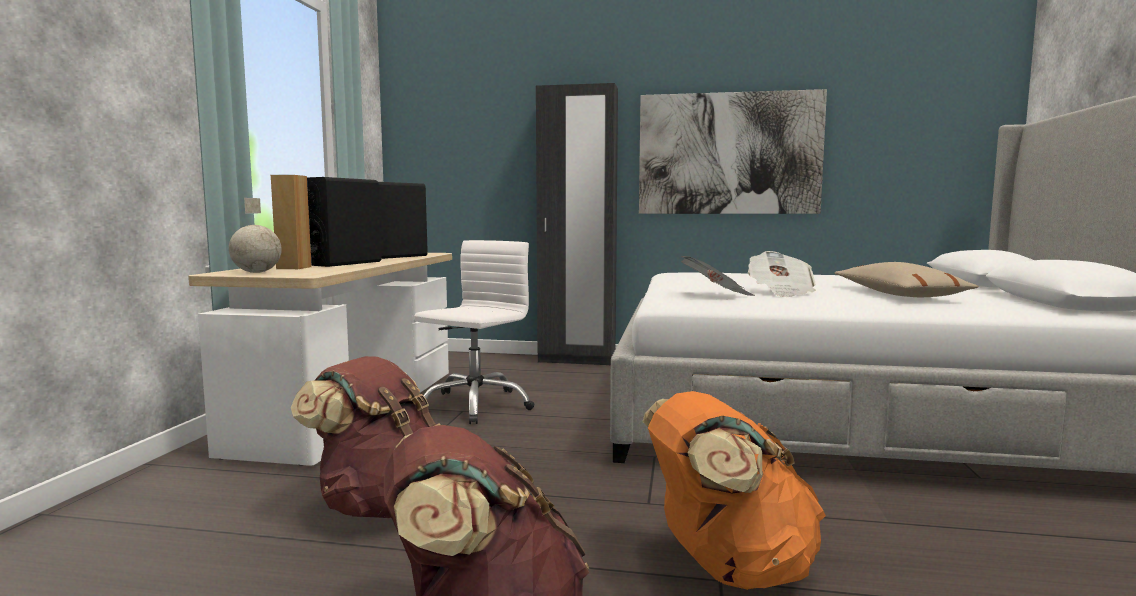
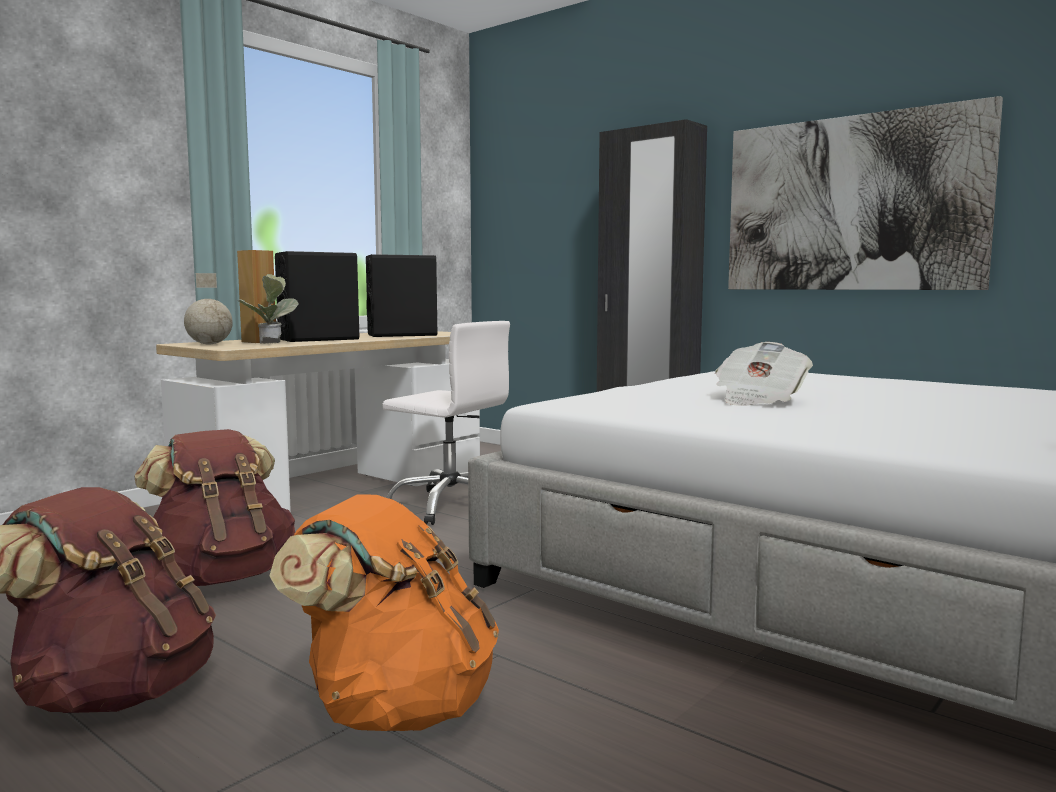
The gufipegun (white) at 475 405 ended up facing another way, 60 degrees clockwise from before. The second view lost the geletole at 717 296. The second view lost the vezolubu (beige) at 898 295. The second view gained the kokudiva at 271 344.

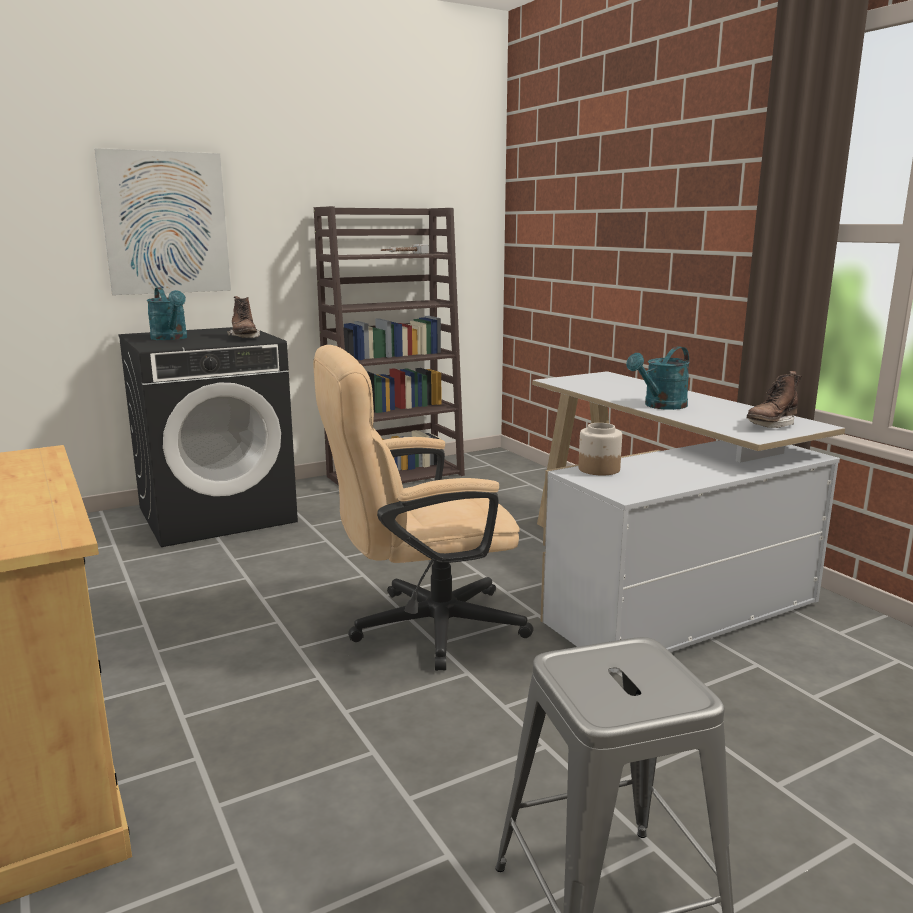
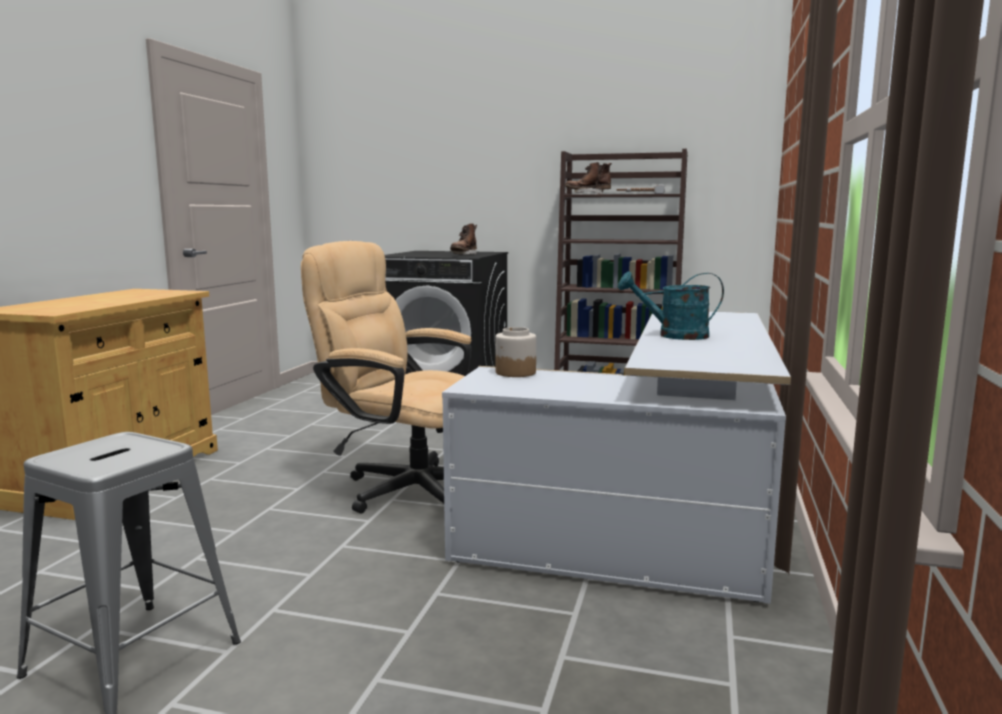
The second view lost the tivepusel at 166 223. The second view lost the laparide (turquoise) at 171 338. The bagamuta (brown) ended up elsewhere, having gone from 771 425 to 587 194.

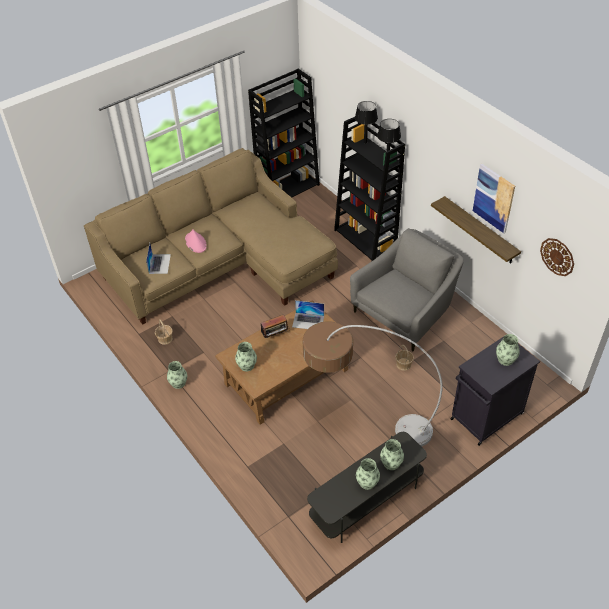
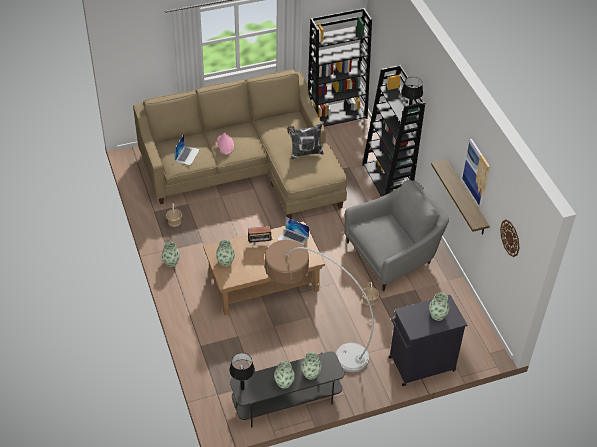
The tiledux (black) ended up elsewhere, having gone from 365 142 to 242 388. The second view gained the vezolubu at 305 153.

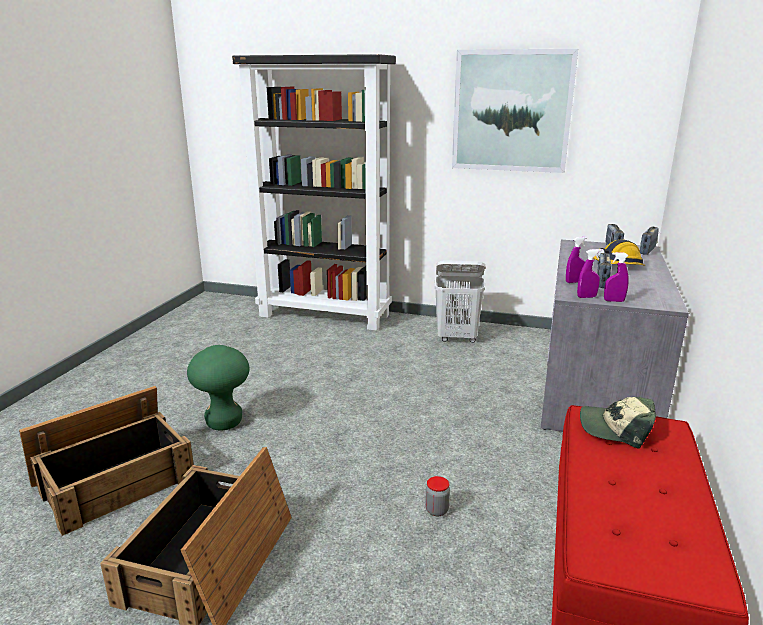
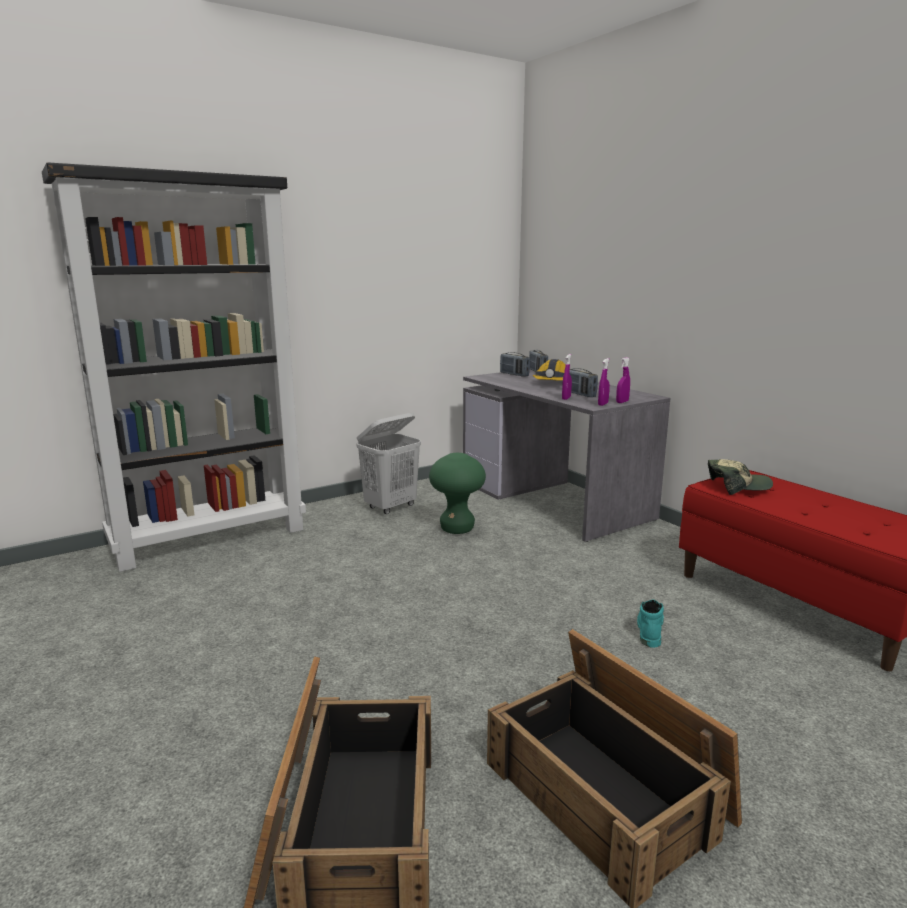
The second view lost the tivepusel at 511 111. The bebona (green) ended up elsewhere, having gone from 224 423 to 457 529. The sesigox at 615 428 ended up facing another way, 150 degrees counterclockwise from before. Where the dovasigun stood at 436 510, the bagamuta (turquoise) came to stand at 649 629.

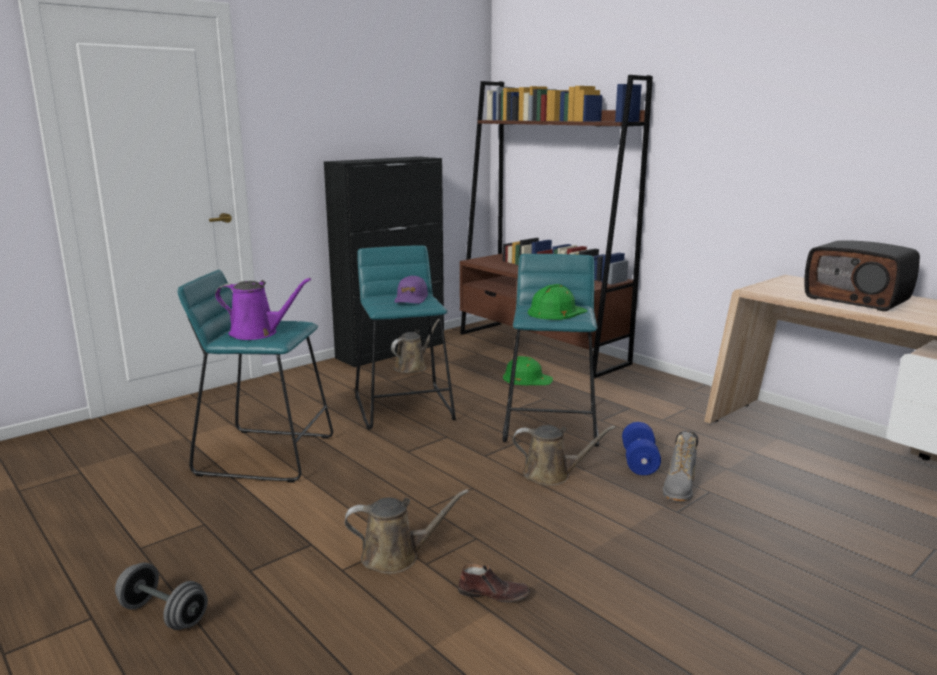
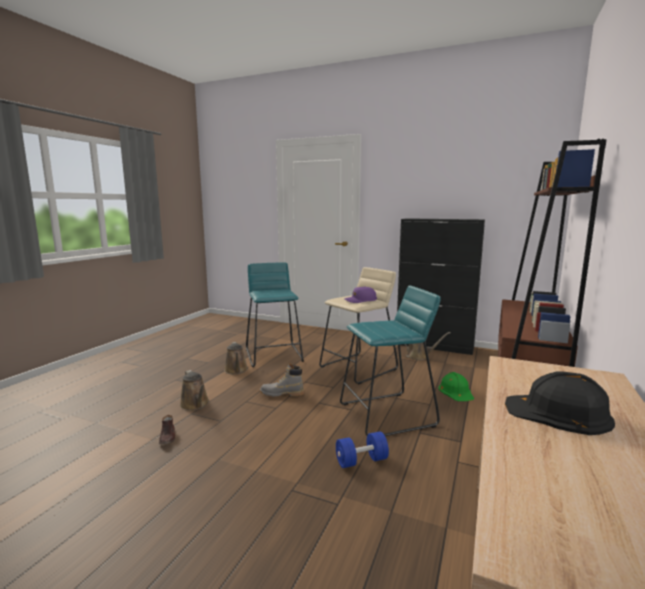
Where the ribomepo stood at 857 299, the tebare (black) came to stand at 558 413. What was the bebona (turquoise) at 405 407 turned into the bebona (beige) at 358 368. The second view lost the laparide (purple) at 258 333. The second view lost the tebare (green) at 556 312. The laparide (brown) ended up elsewhere, having gone from 551 475 to 236 370. The bagamuta (grey) ended up elsewhere, having gone from 679 489 to 282 394. The second view lost the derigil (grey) at 164 614.

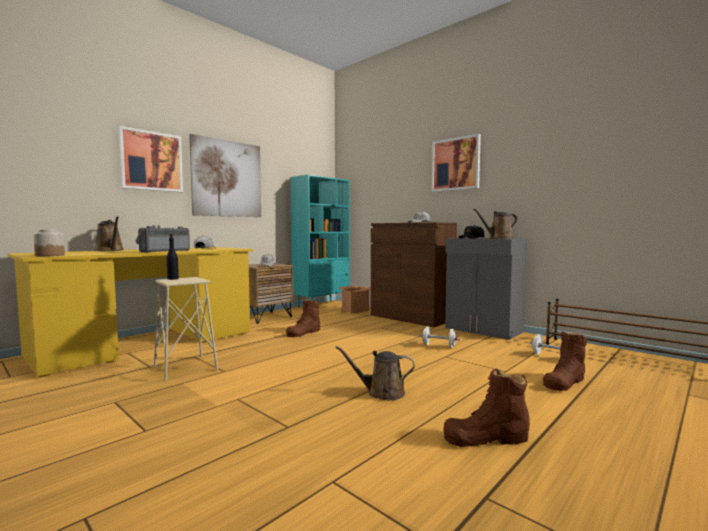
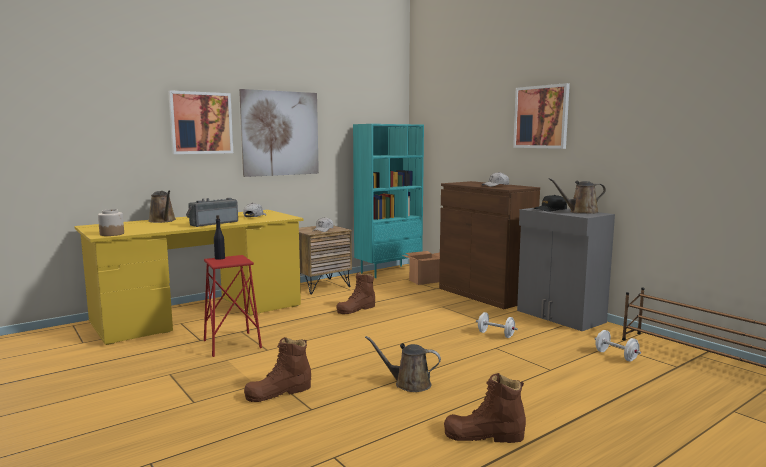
What was the bebona (beige) at 185 368 turned into the bebona (red) at 231 344. The bagamuta (brown) ended up elsewhere, having gone from 564 382 to 278 392.

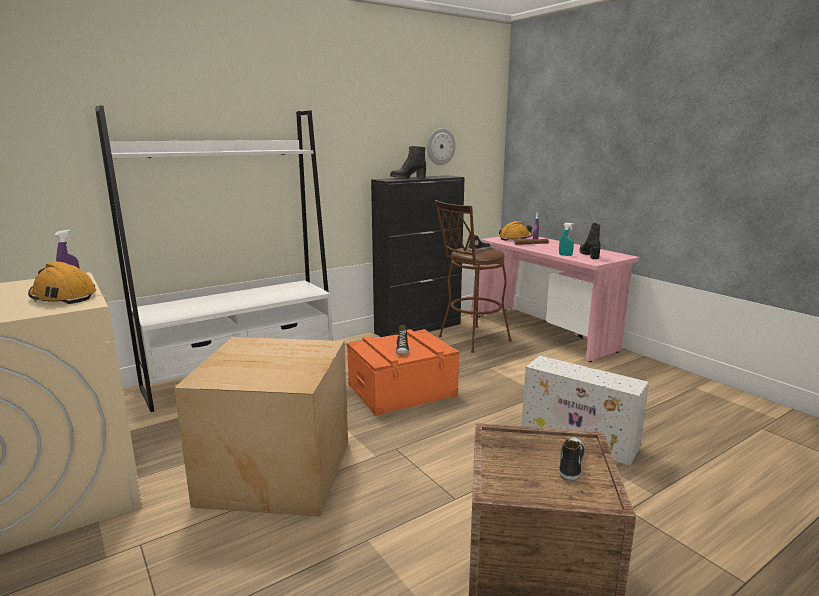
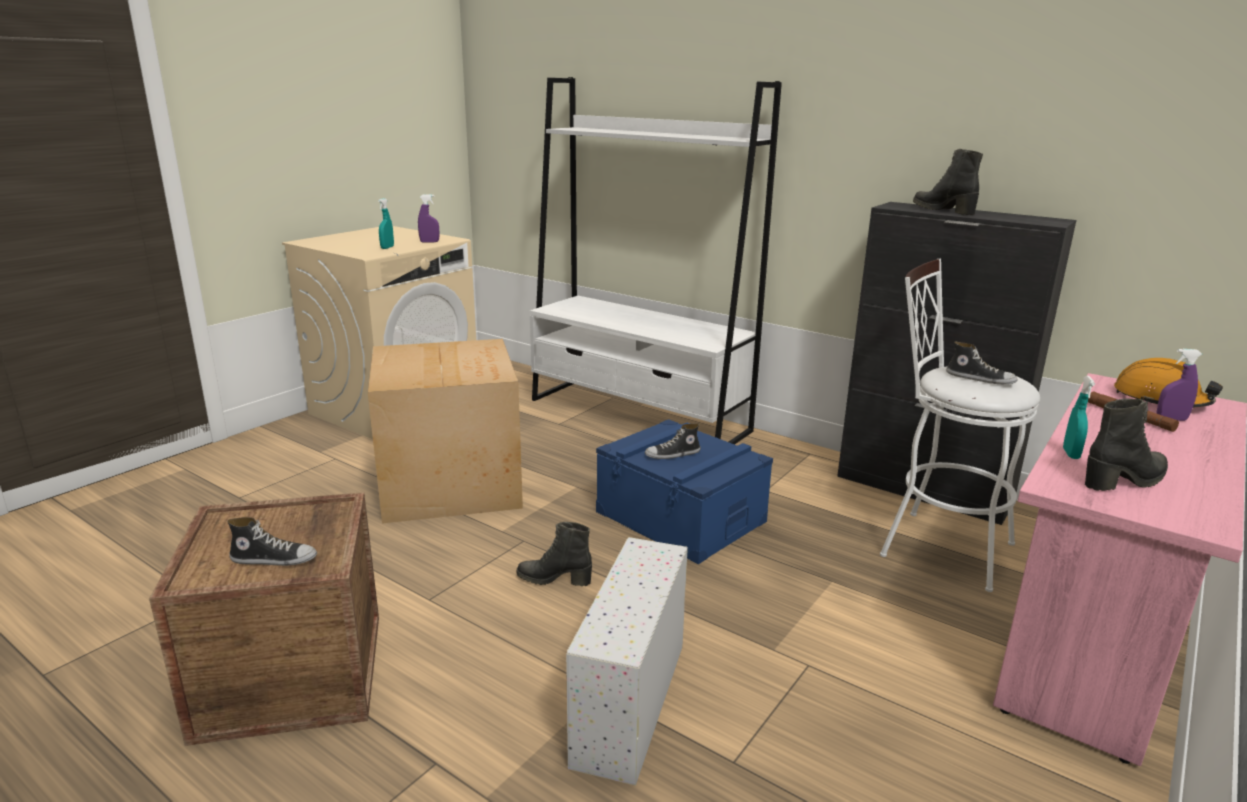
The second view lost the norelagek at 440 146. What was the bebona (brown) at 469 340 turned into the bebona (white) at 935 545. Where the tebare (orange) stood at 63 296, the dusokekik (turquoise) came to stand at 387 247. What was the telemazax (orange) at 402 390 turned into the telemazax (blue) at 681 516. The second view gained the bagamuta (black) at 554 579.

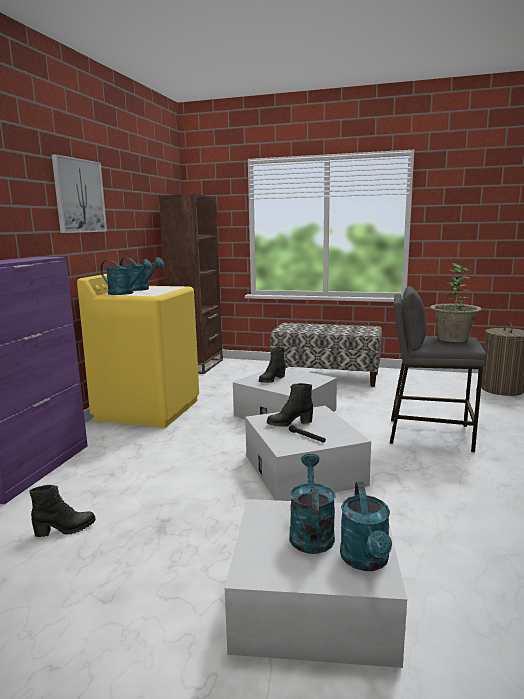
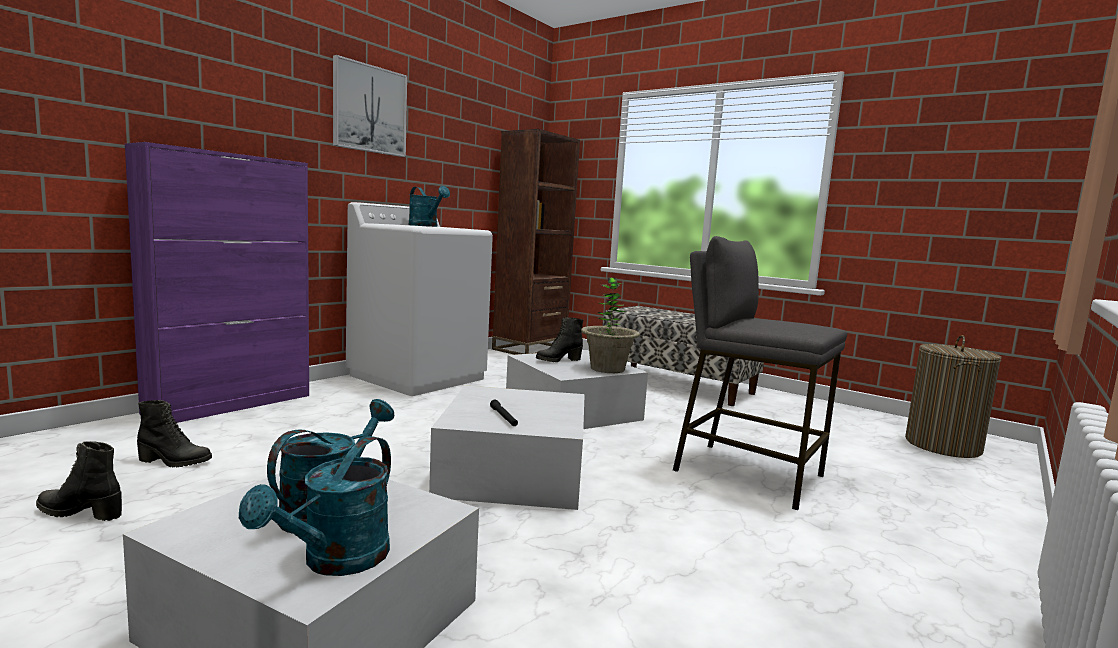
The second view lost the laparide (turquoise) at 125 293. The kokudiva ended up elsewhere, having gone from 453 339 to 607 369. What was the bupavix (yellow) at 148 409 turned into the bupavix (white) at 418 377. The bagamuta (black) ended up elsewhere, having gone from 289 423 to 81 512.

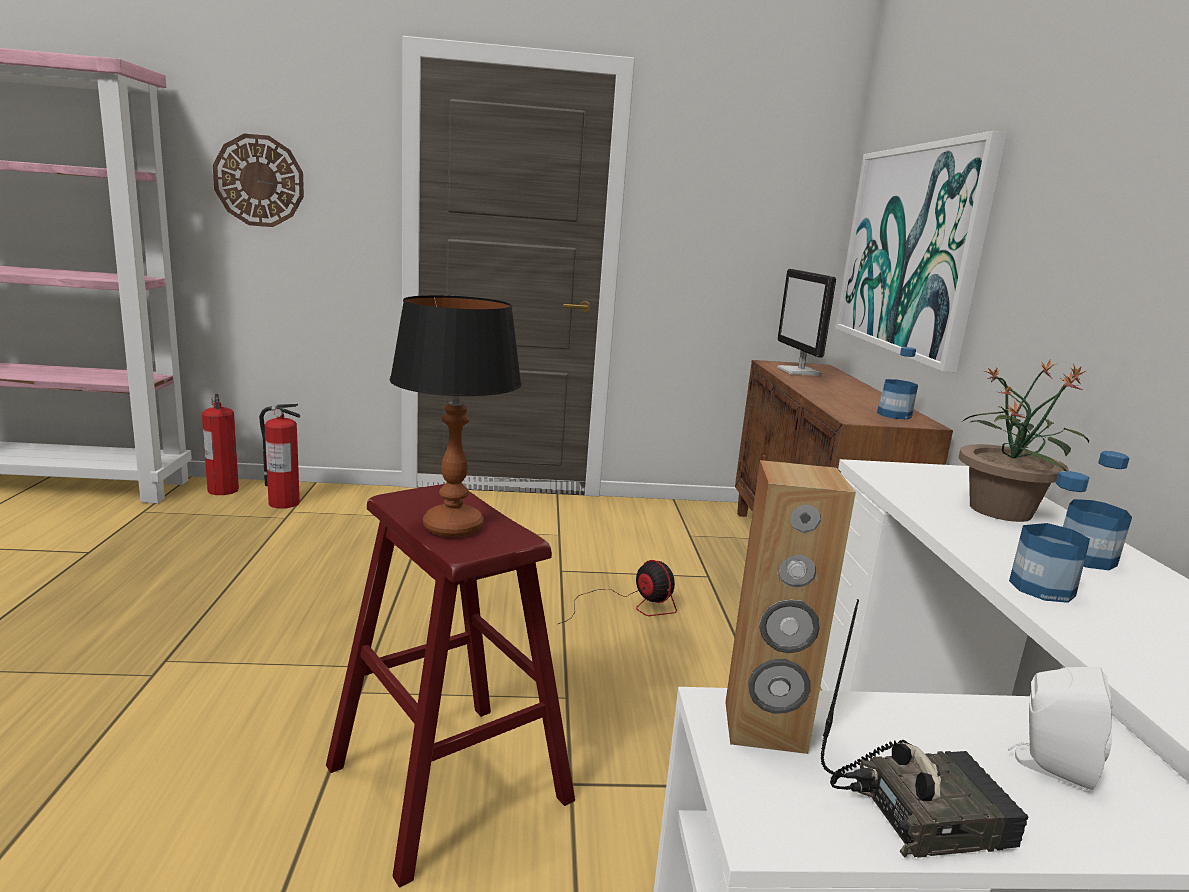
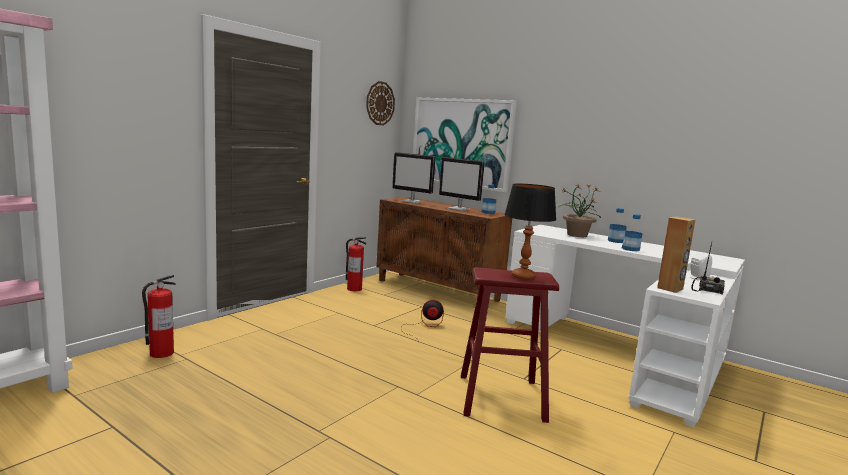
The norelagek ended up elsewhere, having gone from 259 181 to 380 103. The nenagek ended up elsewhere, having gone from 223 490 to 354 289. The second view gained the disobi at 459 209.

